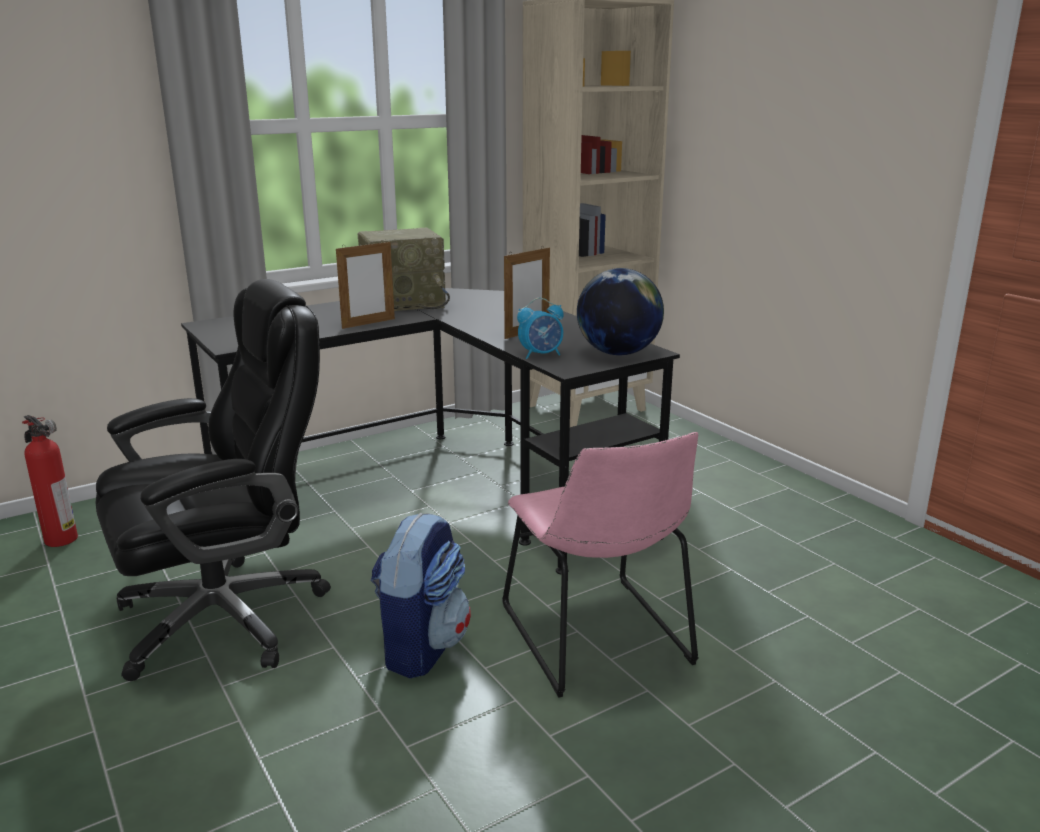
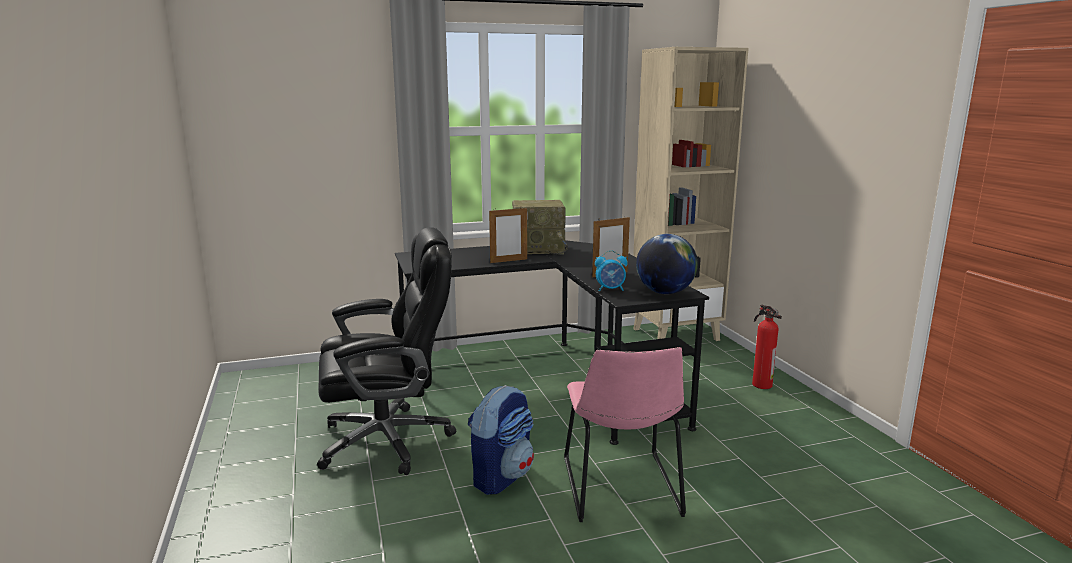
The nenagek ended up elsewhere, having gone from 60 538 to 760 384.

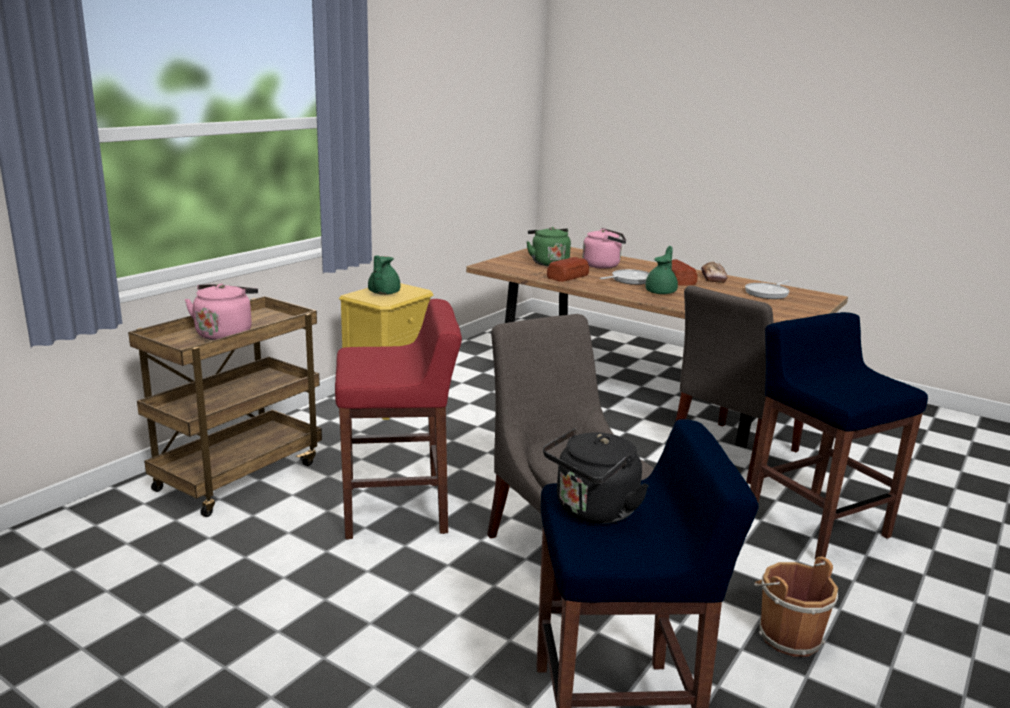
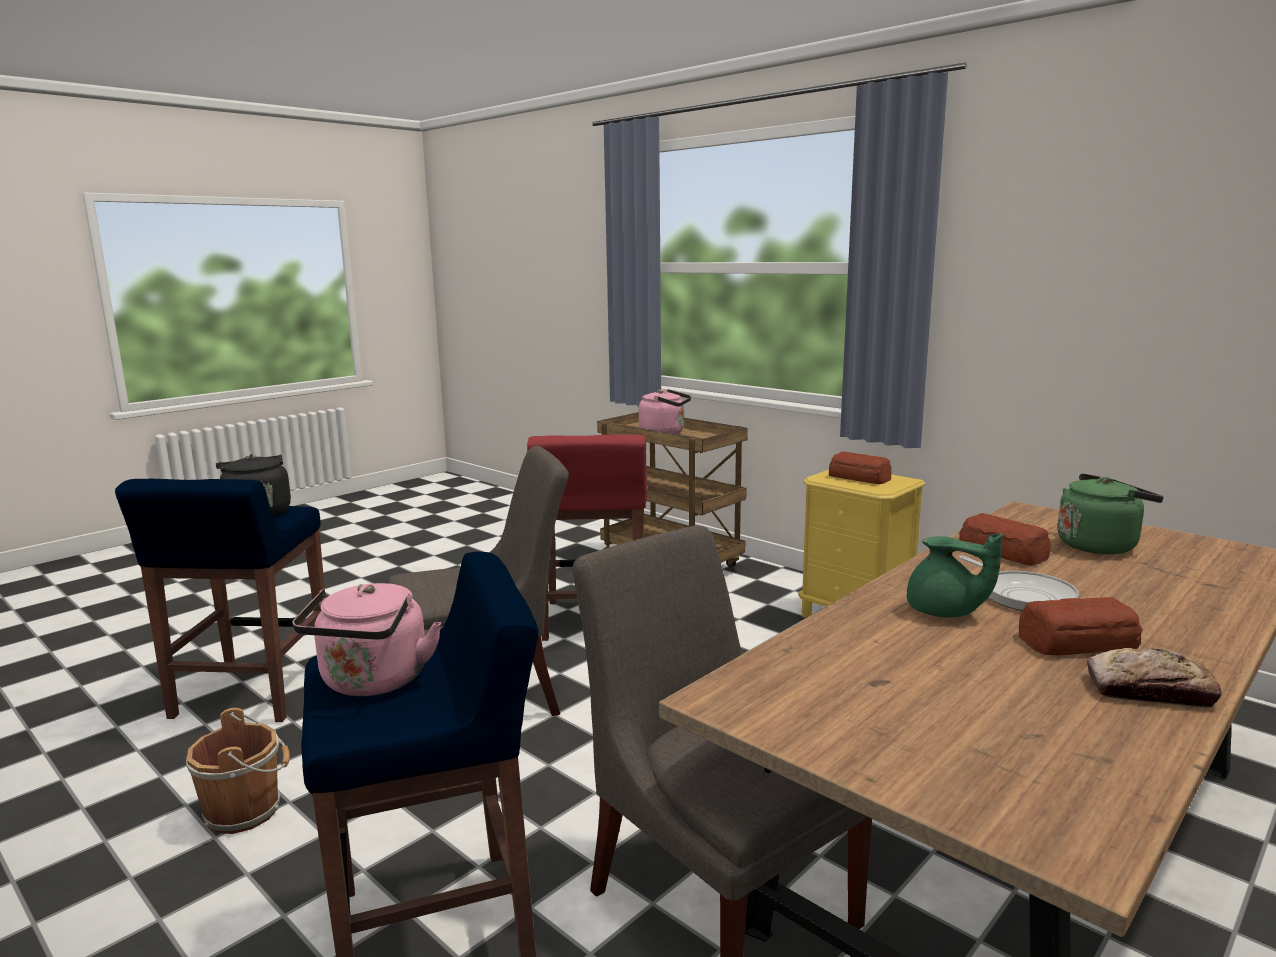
The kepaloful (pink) ended up elsewhere, having gone from 603 265 to 373 683. Where the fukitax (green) stood at 383 293, the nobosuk came to stand at 858 477. The second view lost the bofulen at 768 293.

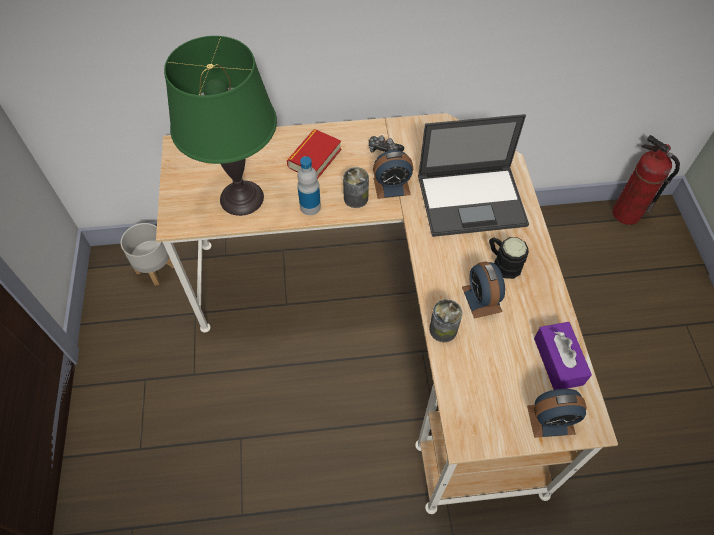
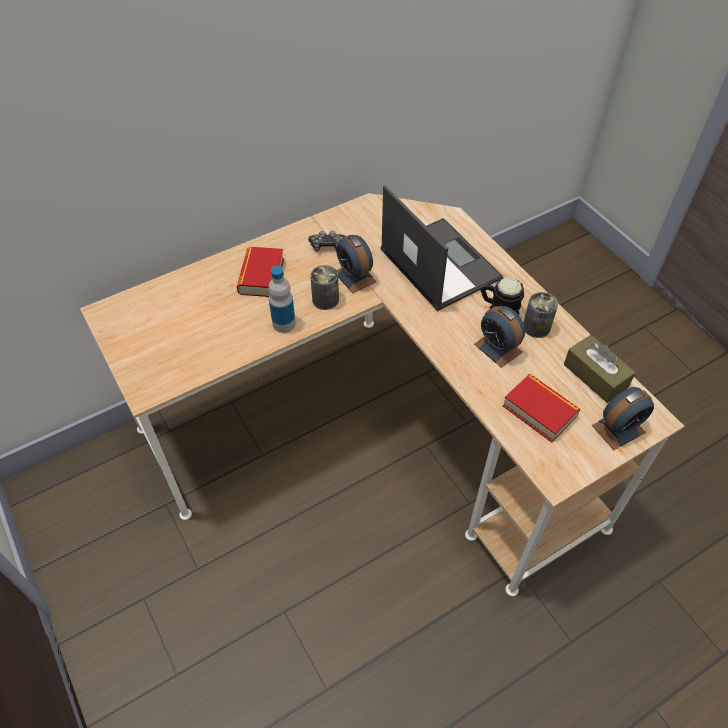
The second view lost the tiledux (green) at 242 198. The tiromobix at 472 200 ended up facing another way, 90 degrees counterclockwise from before. The second view lost the nenagek at 625 214. The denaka at 391 186 ended up facing another way, 90 degrees clockwise from before. The second view lost the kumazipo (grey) at 156 268. The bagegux ended up elsewhere, having gone from 443 329 to 536 327. What was the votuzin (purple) at 558 361 turned into the votuzin (brown) at 595 376. The second view gained the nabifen at 539 411.

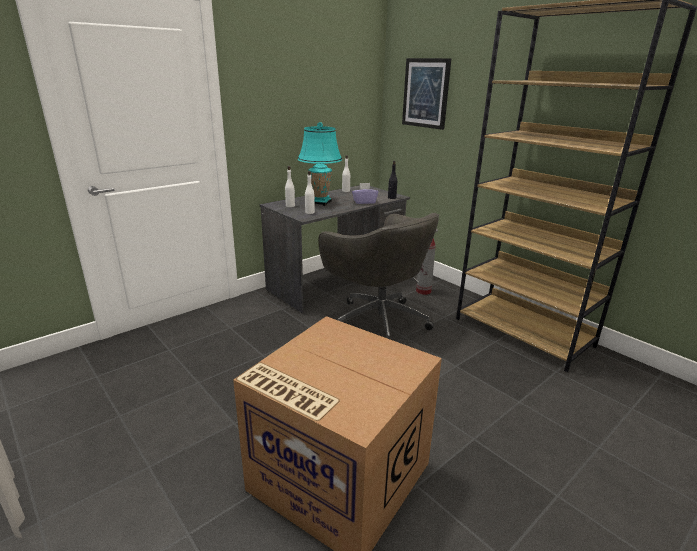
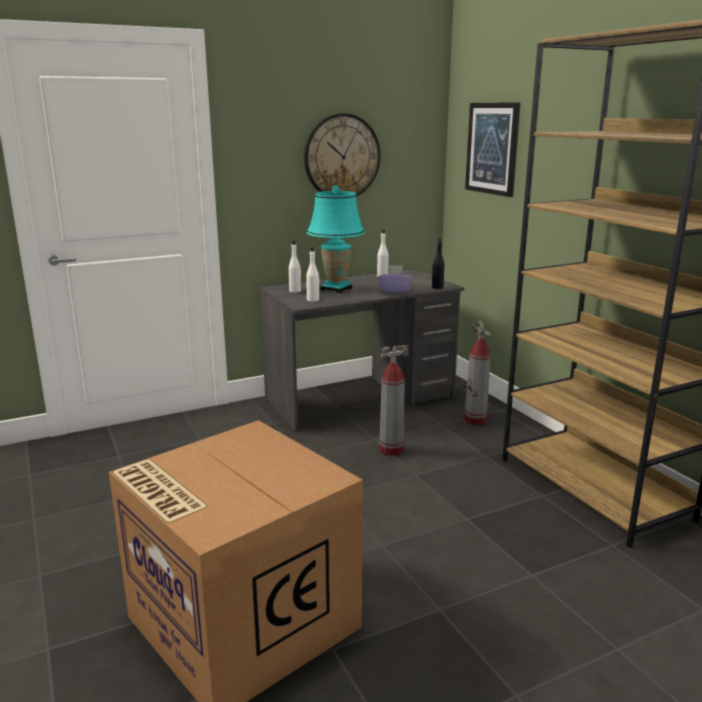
Where the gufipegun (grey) stood at 378 320, the nenagek came to stand at 391 450. The second view gained the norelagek at 342 157.

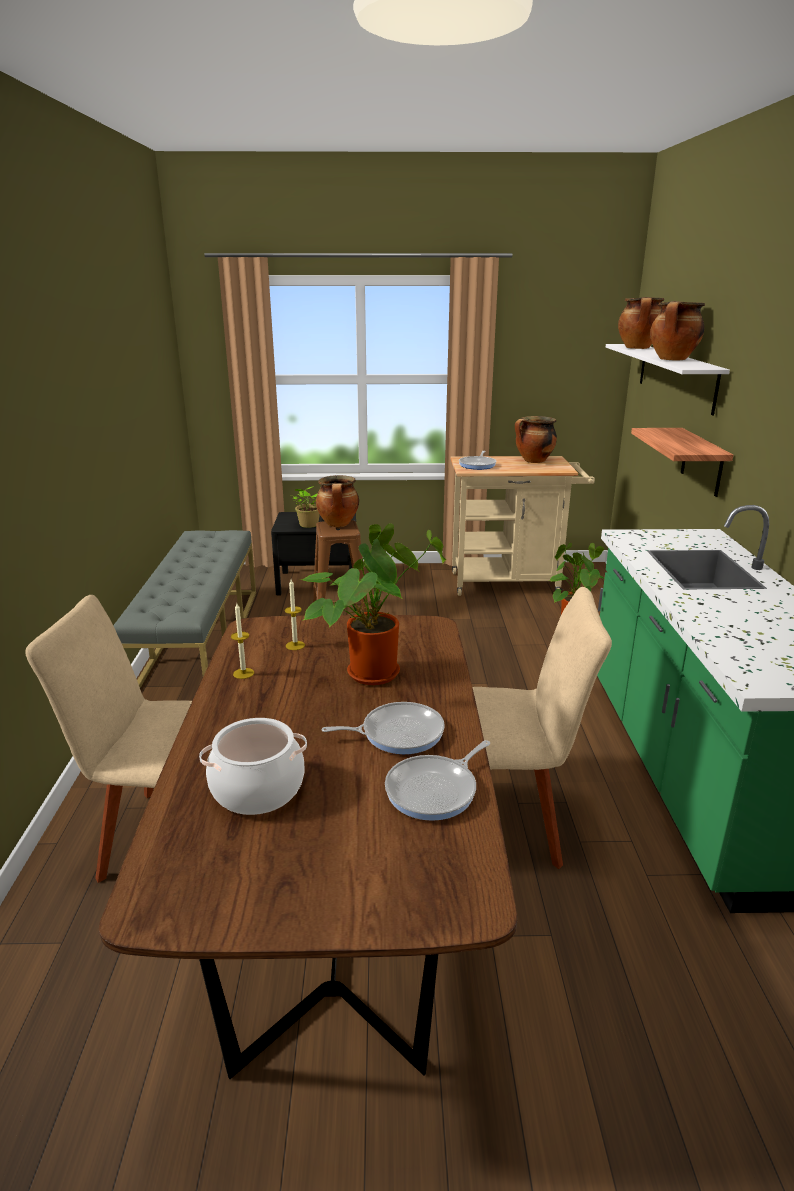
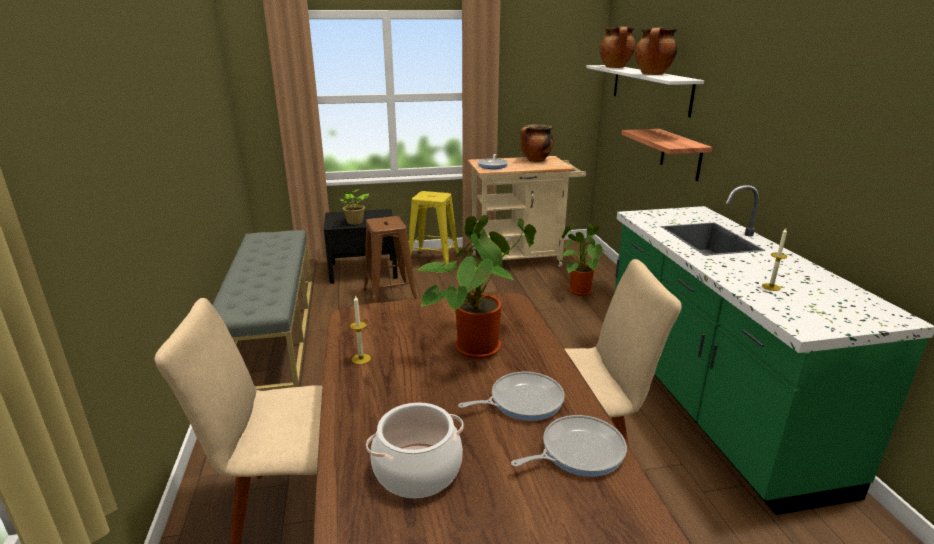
The second view lost the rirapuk at 338 524. The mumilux ended up elsewhere, having gone from 295 645 to 771 287. The bofulen at 435 790 ended up facing another way, 150 degrees counterclockwise from before. The second view gained the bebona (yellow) at 433 261.

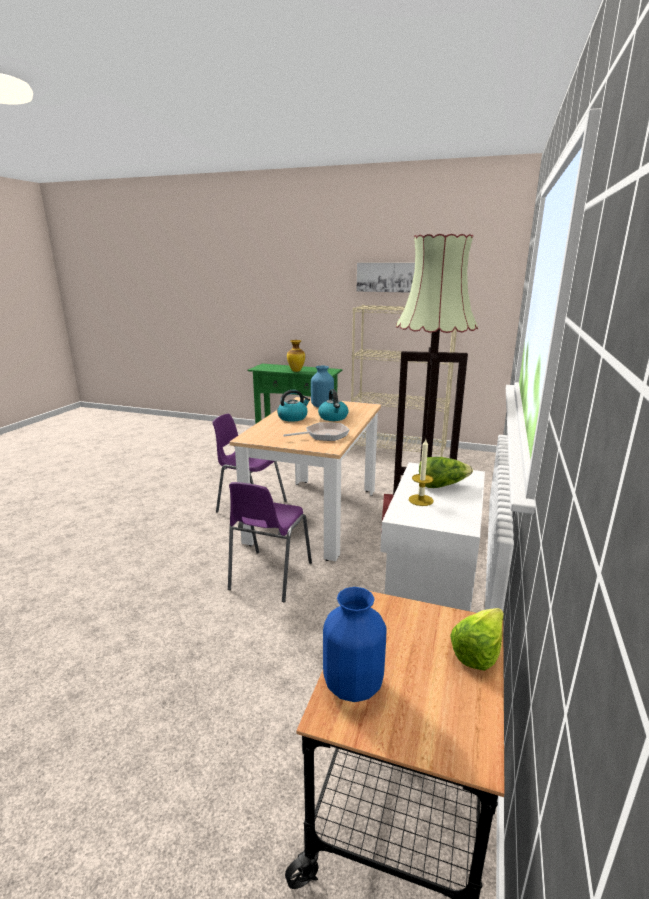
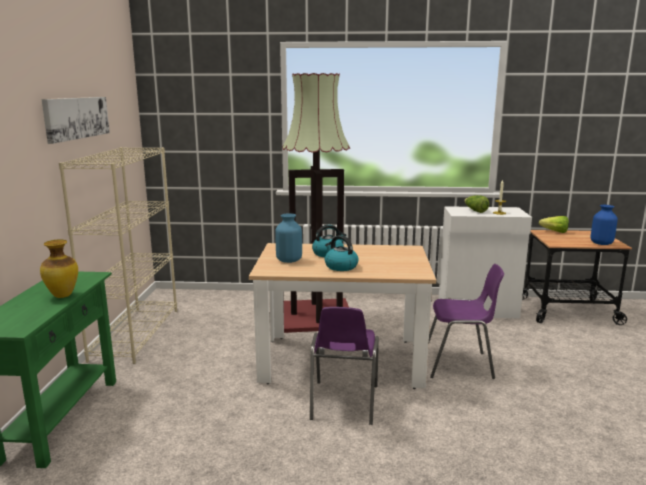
The second view lost the bofulen at 323 435.

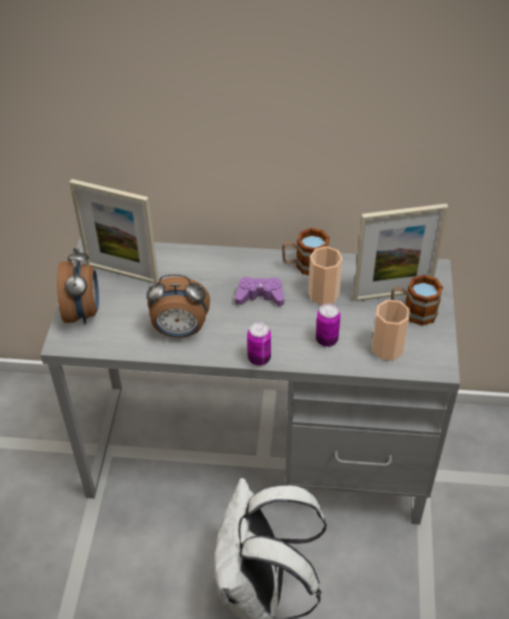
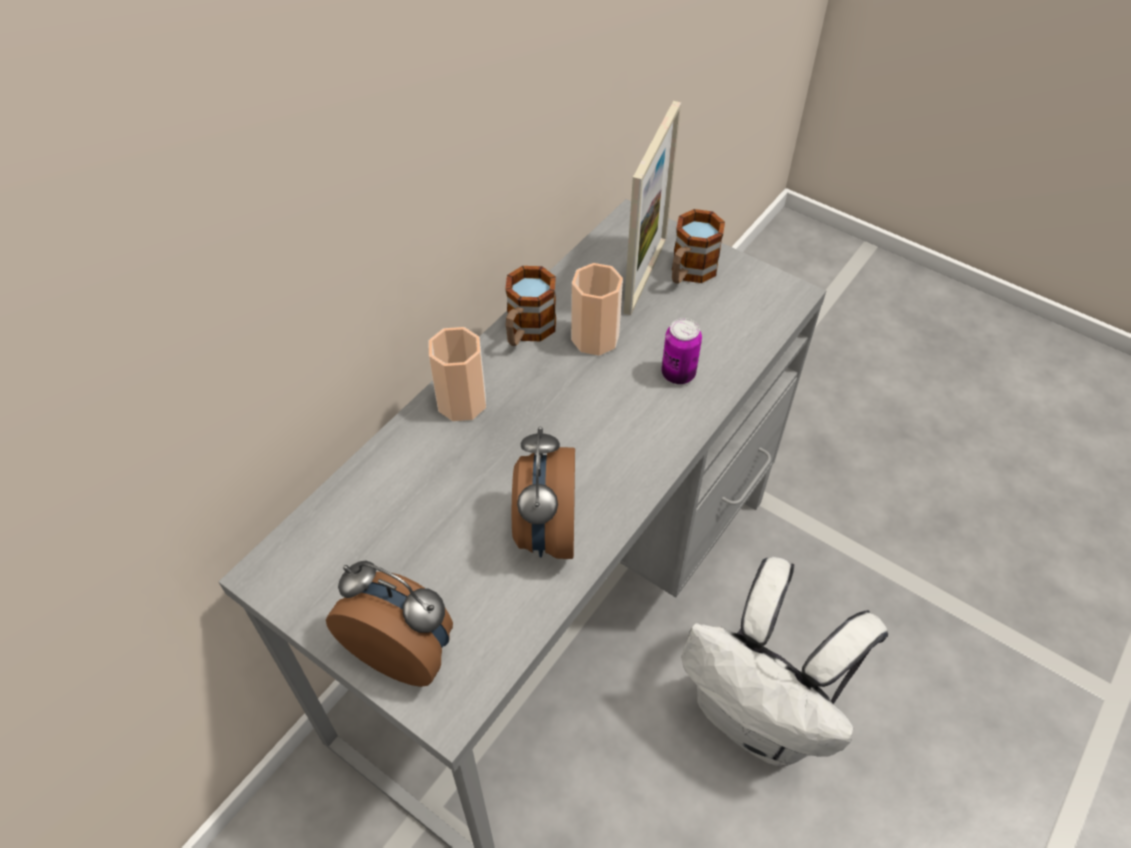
The second view lost the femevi at 122 273. The denaka at 180 331 ended up facing another way, 150 degrees clockwise from before. The second view lost the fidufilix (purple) at 260 296. The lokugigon ended up elsewhere, having gone from 387 348 to 462 402. The second view lost the bagegux at 259 358.

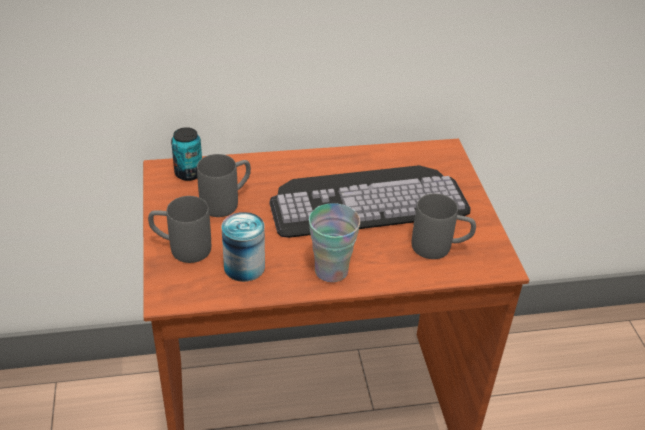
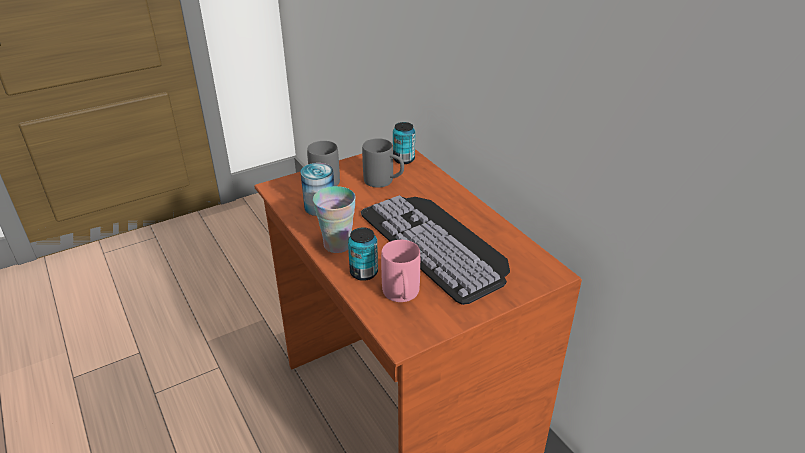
What was the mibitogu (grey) at 440 248 turned into the mibitogu (pink) at 402 296. The second view gained the bagegux at 364 273.

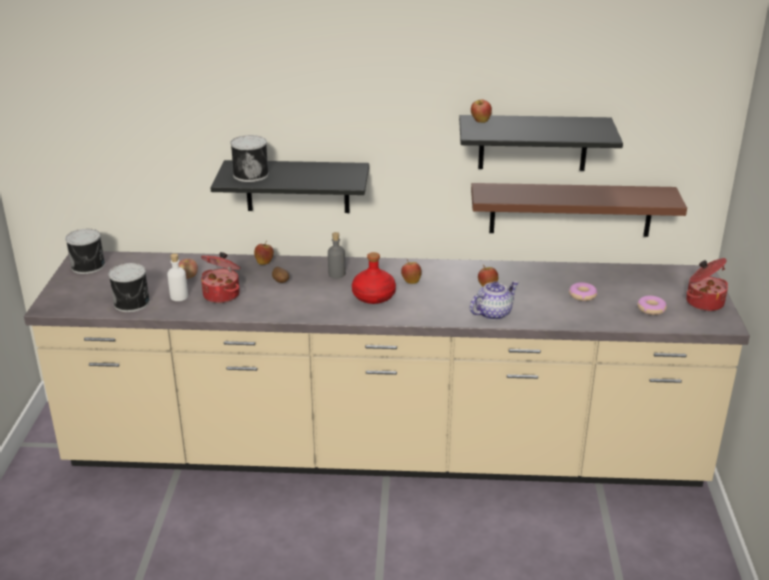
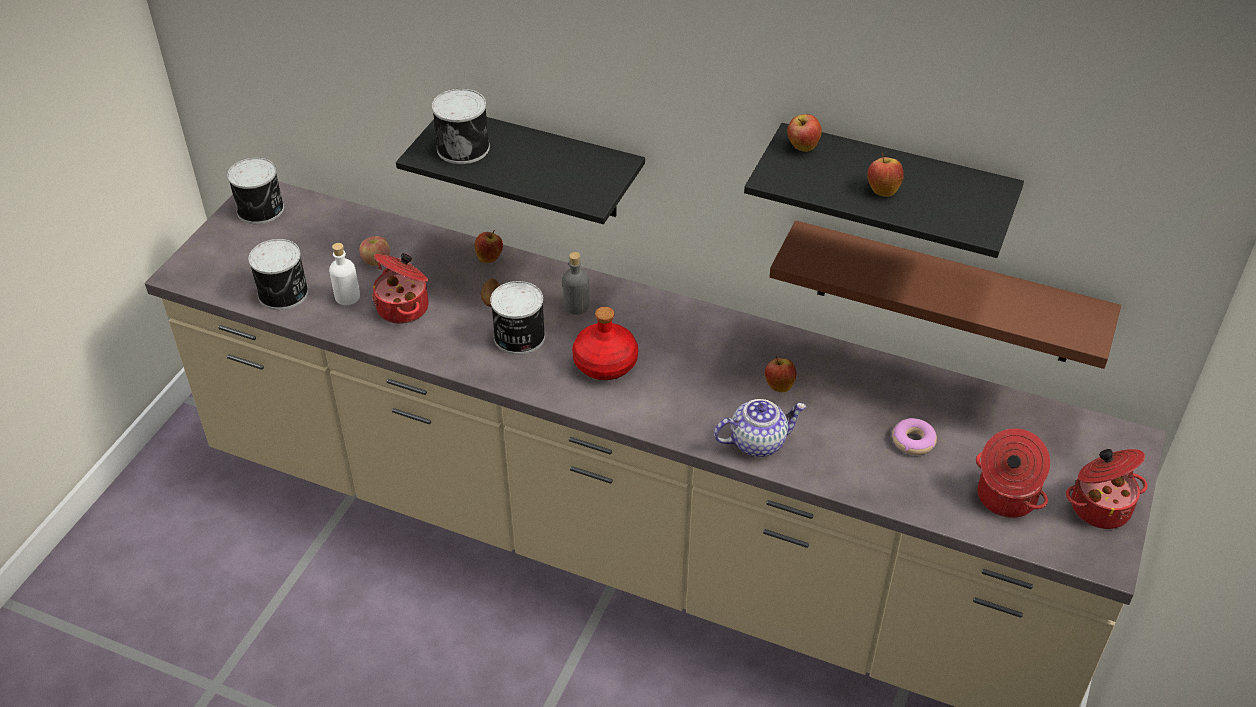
The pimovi ended up elsewhere, having gone from 411 281 to 882 190. Where the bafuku stood at 651 309, the rirapuk came to stand at 1005 497. The second view gained the bagegux at 518 337.

